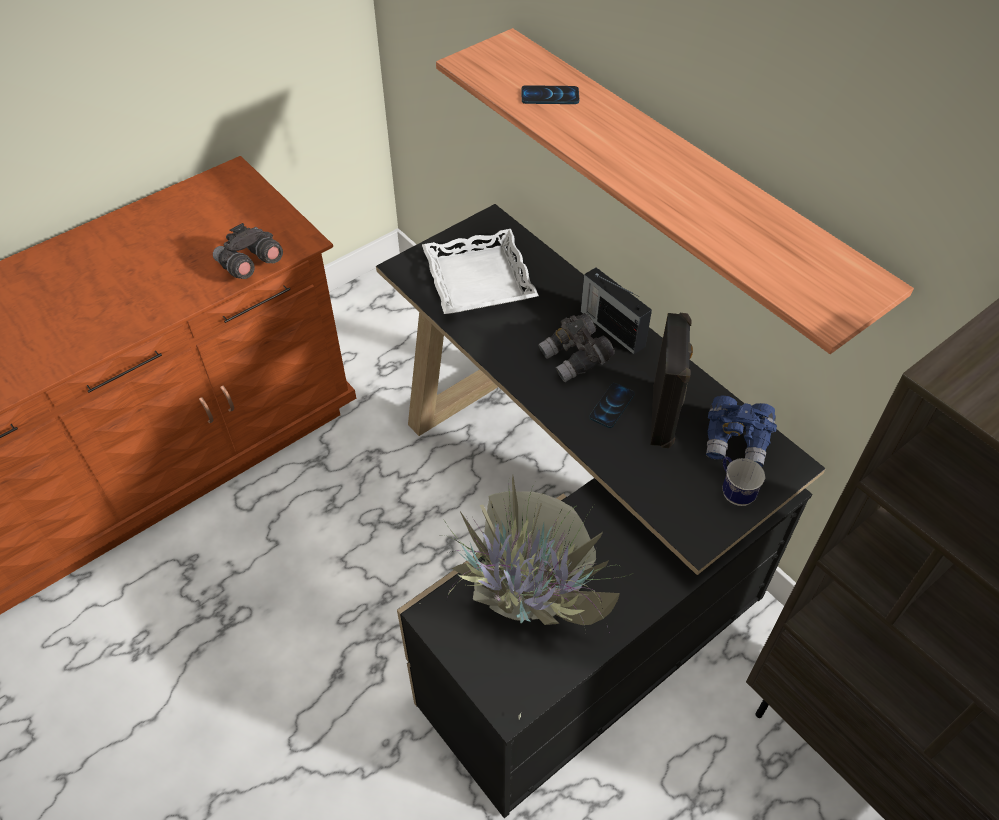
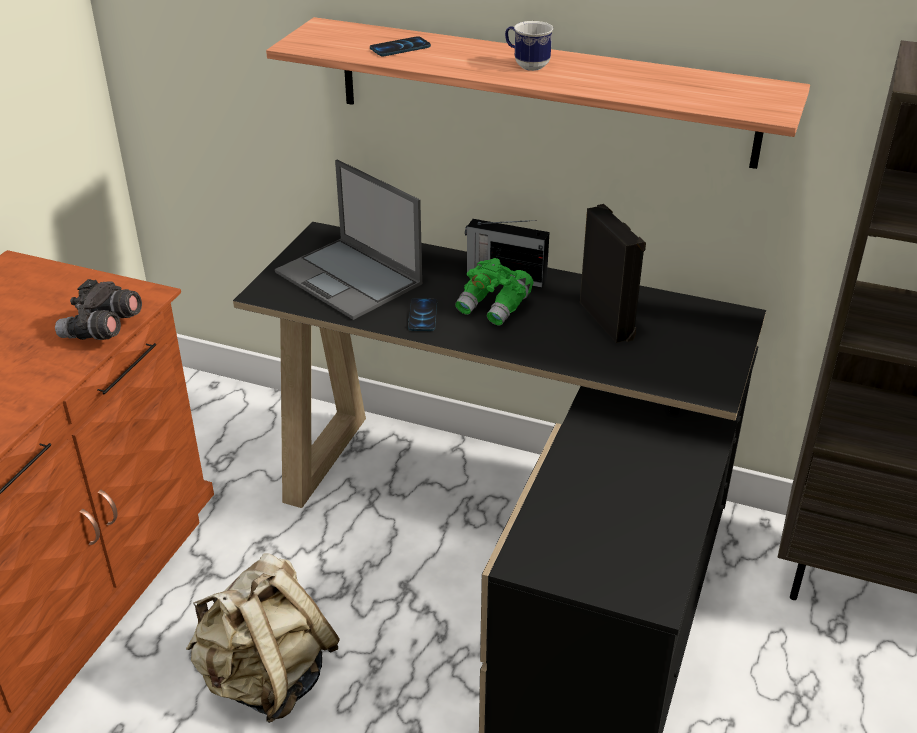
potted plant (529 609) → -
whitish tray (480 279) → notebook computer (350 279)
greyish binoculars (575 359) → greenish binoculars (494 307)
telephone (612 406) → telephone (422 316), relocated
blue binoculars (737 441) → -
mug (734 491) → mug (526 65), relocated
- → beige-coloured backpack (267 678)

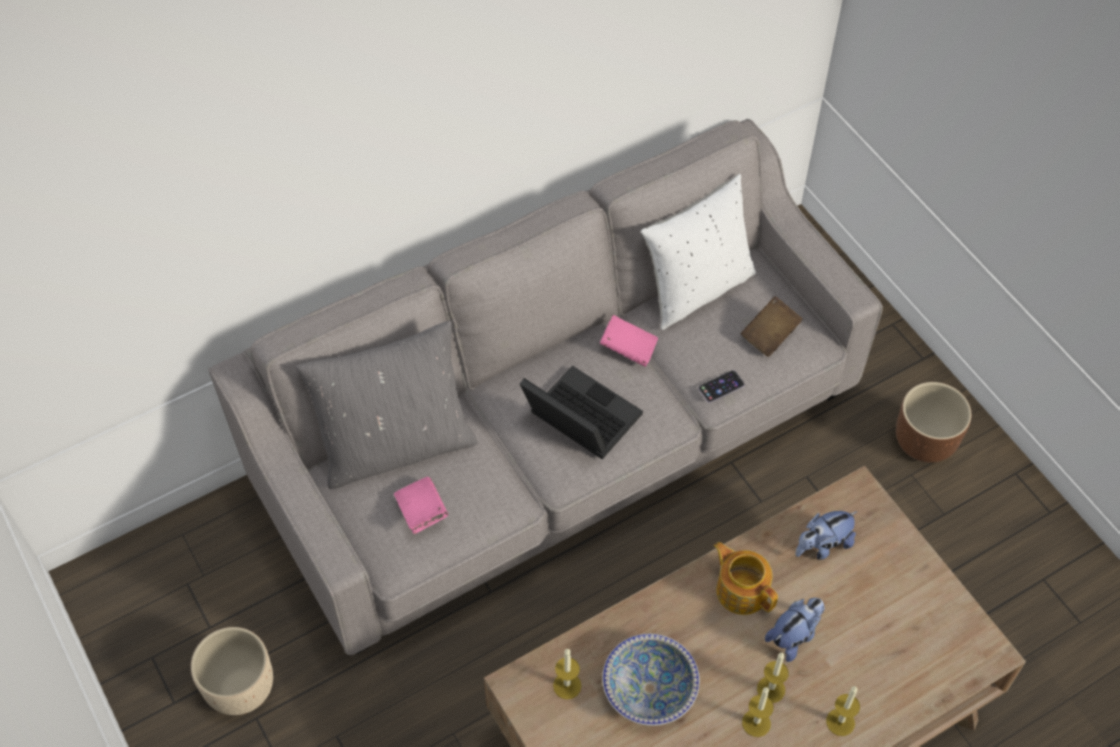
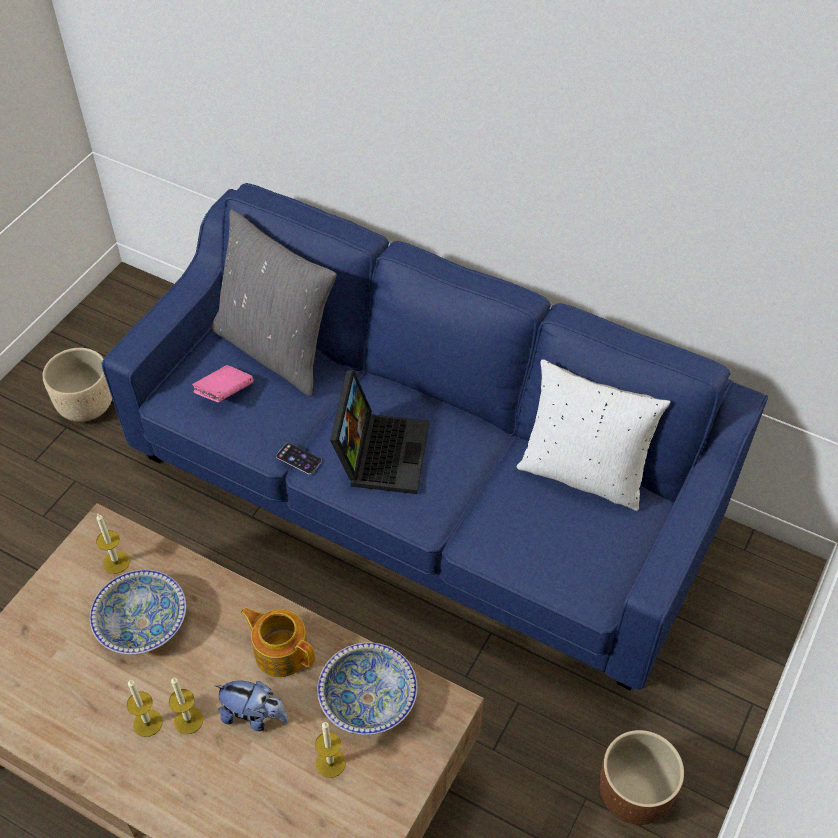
greyish couch (560 444) → blue couch (420 497)
pink volume (628 349) → -
telephone (721 386) → telephone (298 459), relocated
pot for tea (741 589) → pot for tea (281 651), 75 degrees counterclockwise
brown volume (770 335) → -
plush toy (822 545) → serving bowl (367 699)
candle (840 722) → candle (330 763), relocated

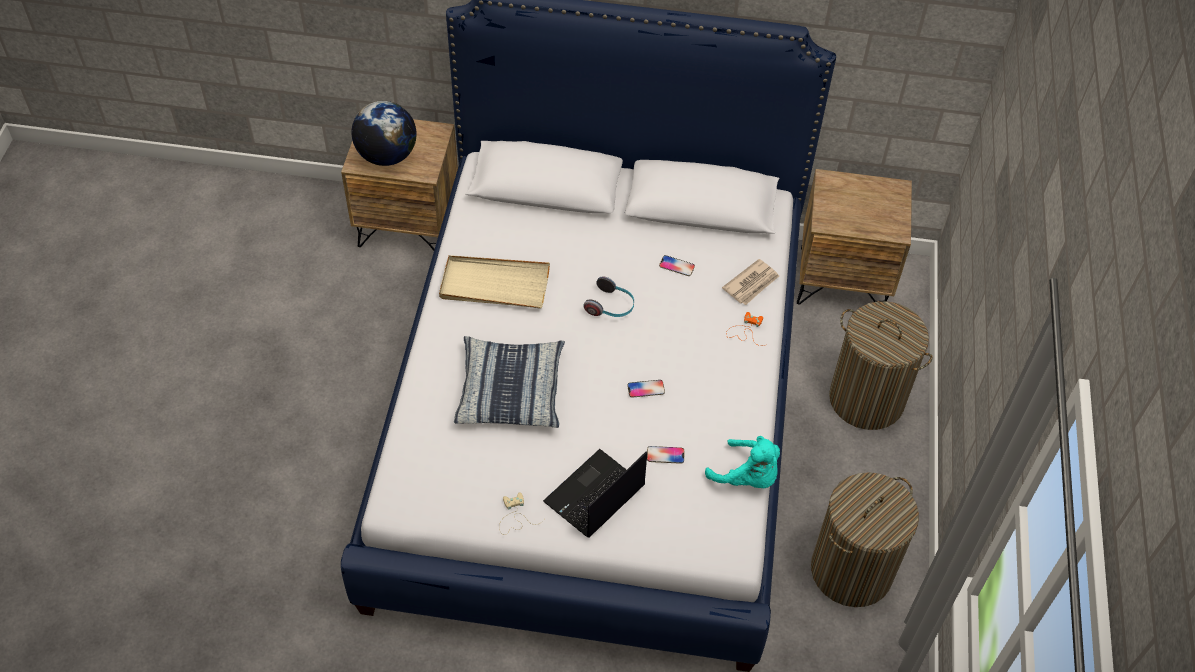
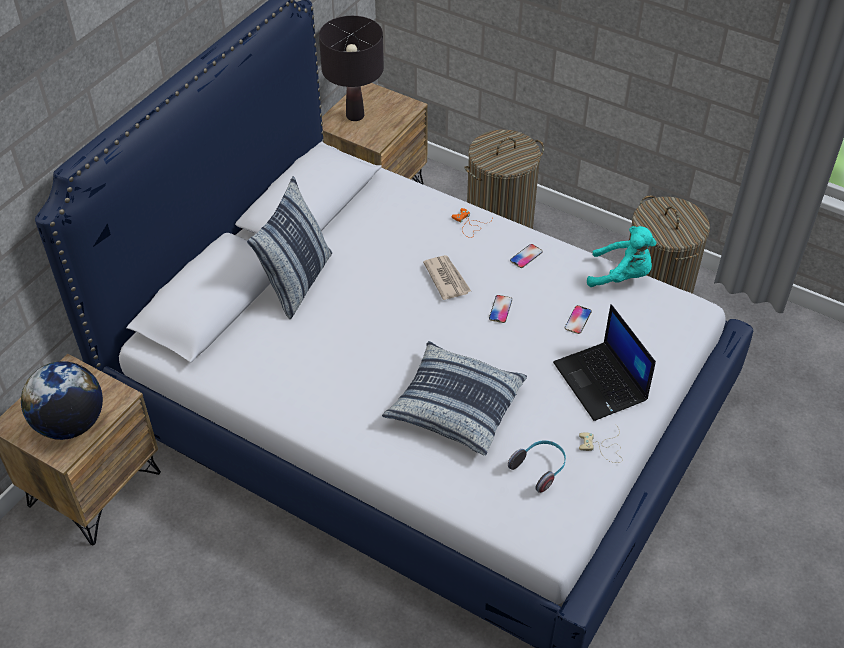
beige-coloured tray (494 285) → -
pair of headphones (611 306) → pair of headphones (540 469), relocated
telephone (676 266) → telephone (526 256), relocated
blue-green plush toy (747 477) → blue-green plush toy (622 276), 45 degrees clockwise
printed paper (751 284) → printed paper (447 278), relocated
- → pillow (297 282)
- → blackish tabletop lamp (355 116)

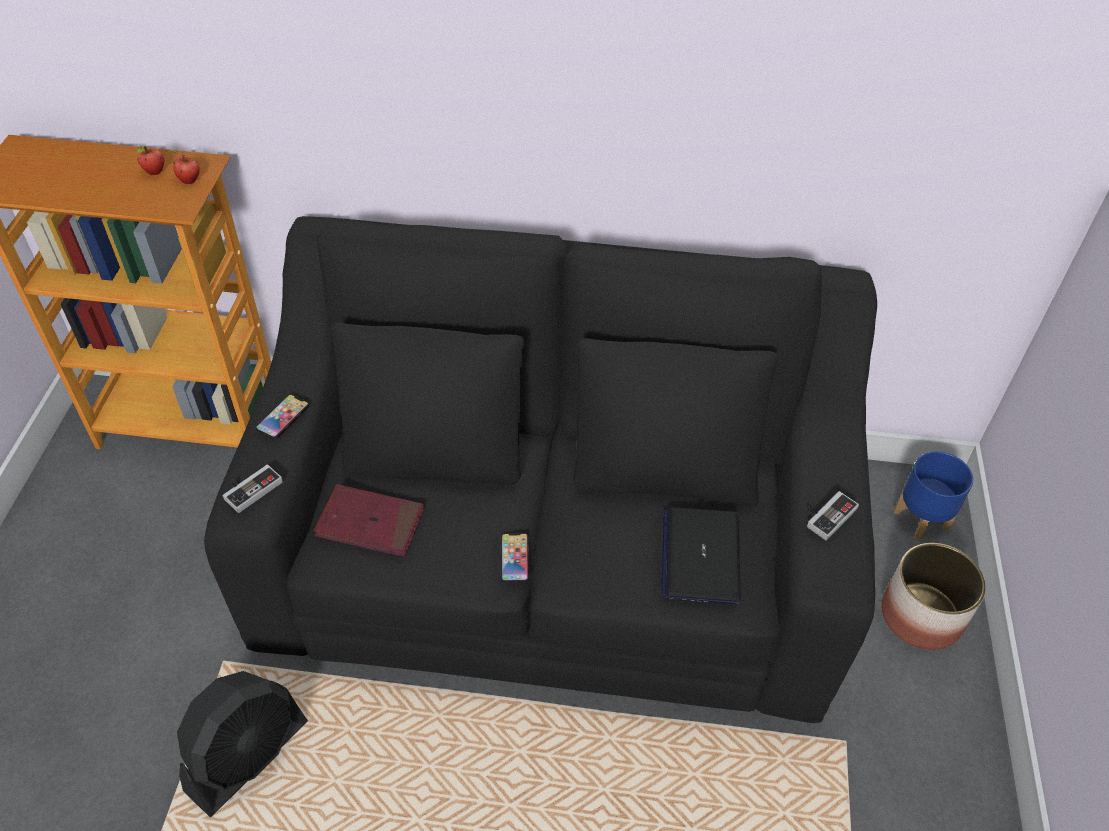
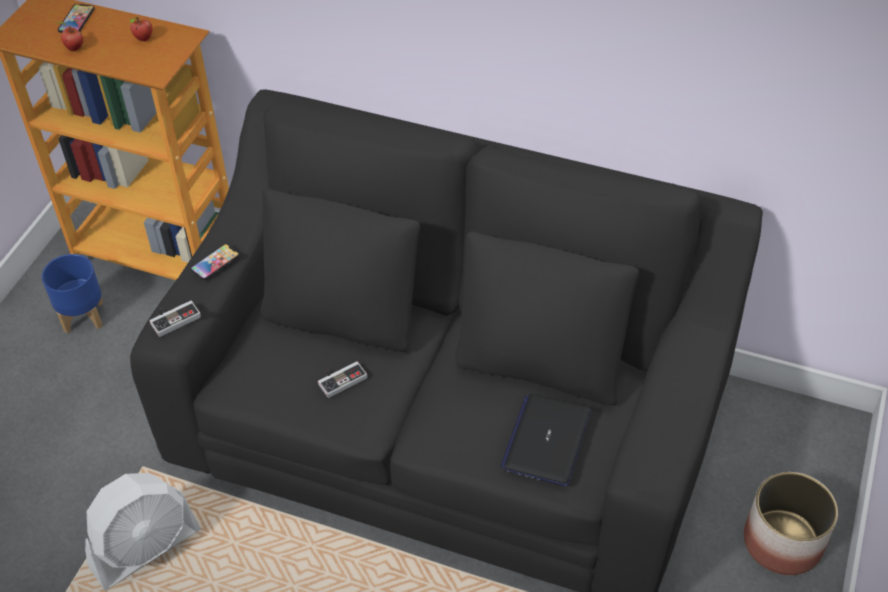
apple (188 181) → apple (73 48), relocated
blackish fan (248 756) → whitish fan (146 548)
reddish volume (370 523) → -
telephone (514 558) → telephone (76 20), relocated
joypad (827 514) → joypad (340 378), relocated
blue flower pot (921 520) → blue flower pot (83 317), relocated

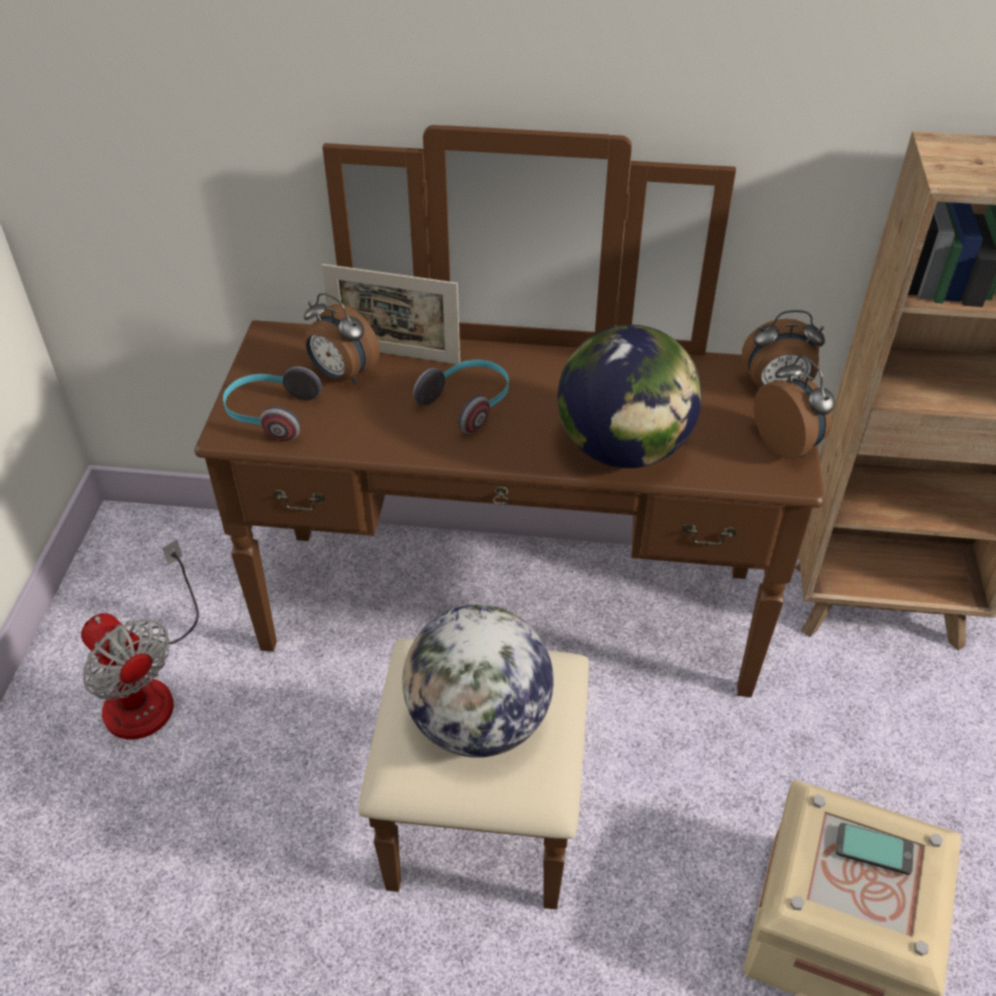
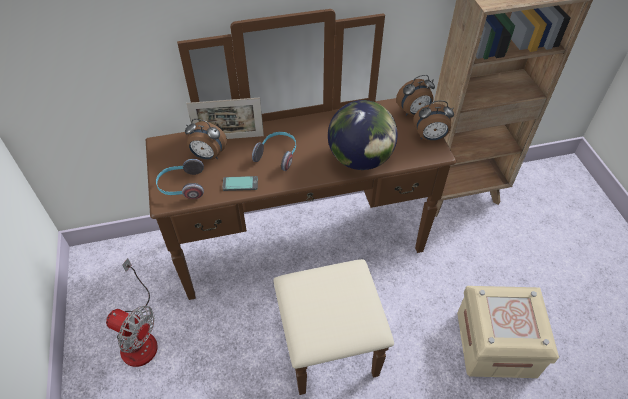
globe (479 722) → -
table clock (788 444) → table clock (430 138), 135 degrees clockwise
telephone (874 849) → telephone (240 184), relocated

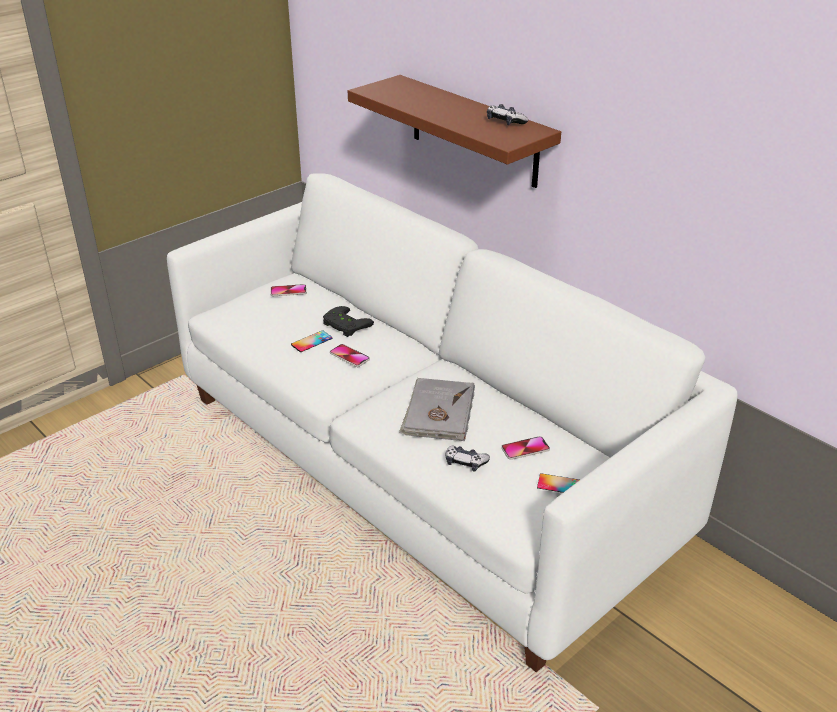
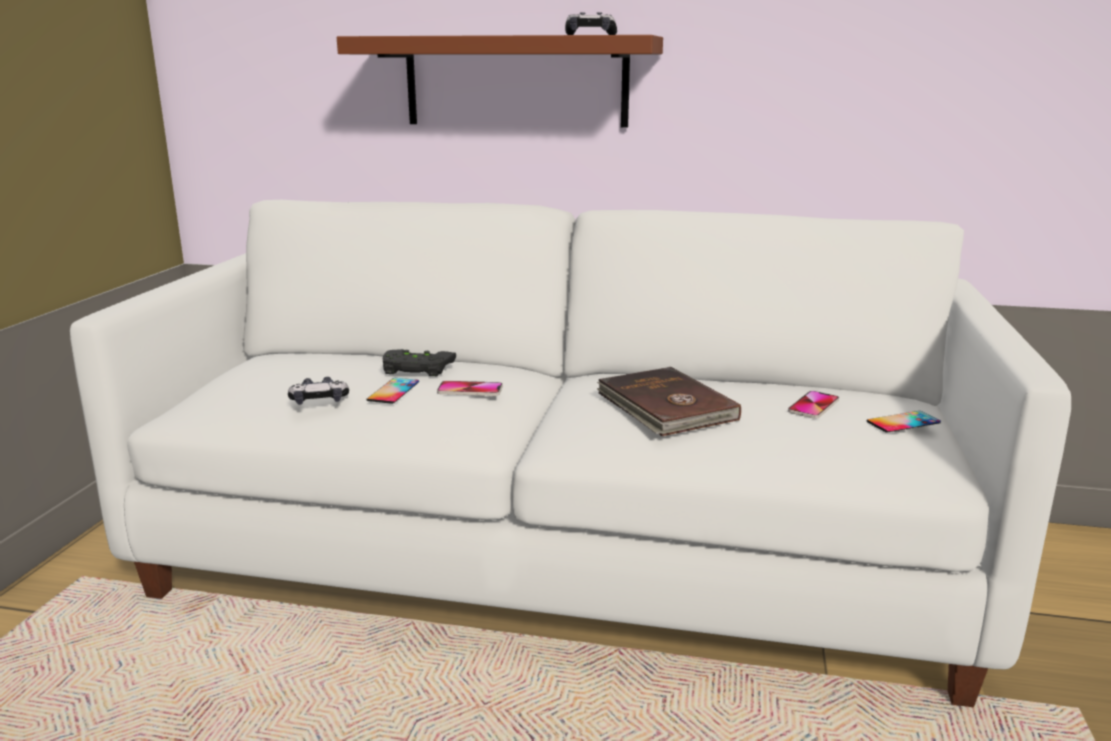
telephone (288 291) → -
greyish volume (438 413) → brown volume (665 407)
joypad (465 462) → joypad (319 401), relocated

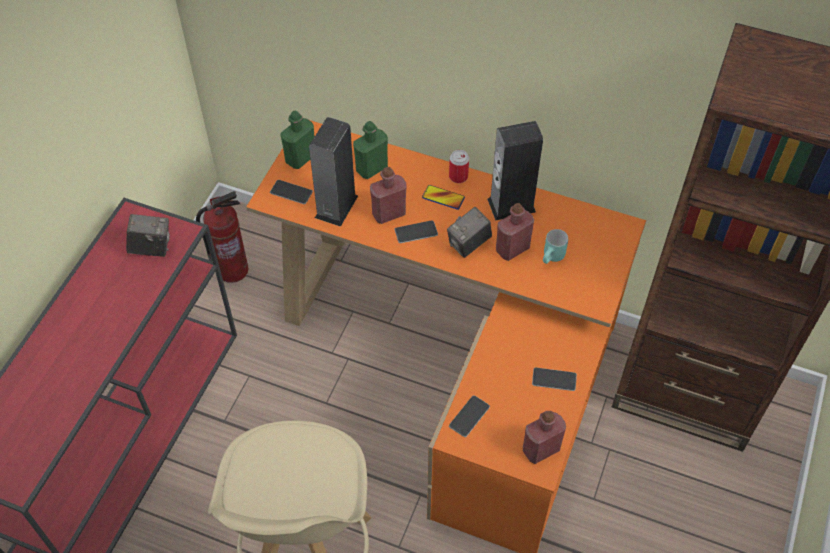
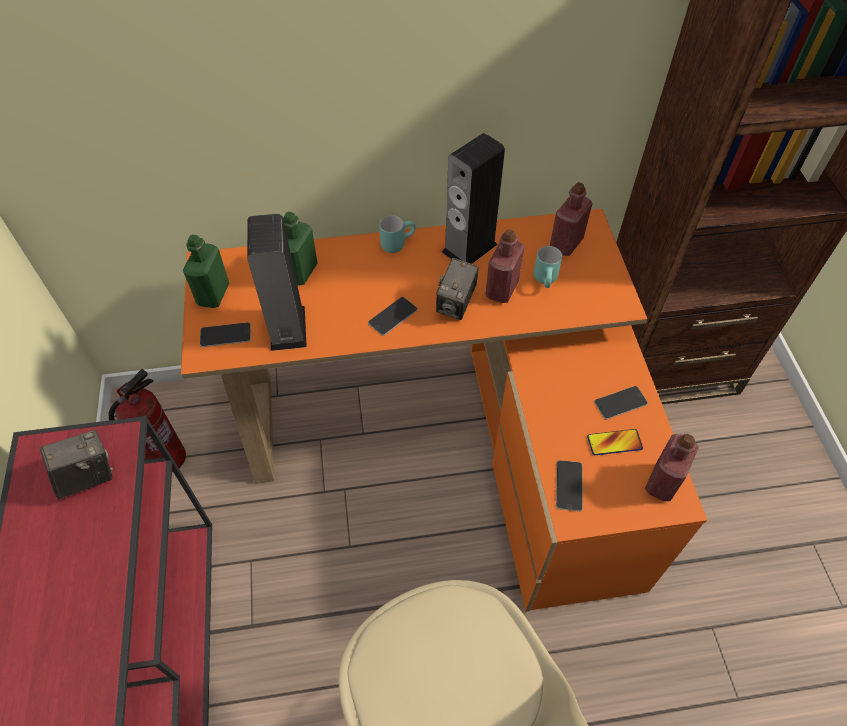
reddish beverage bottle (389 213) → reddish beverage bottle (566 243), relocated
telephone (443 198) → telephone (614 442), relocated
sealed can (458 176) → blue-green mug (397 242)

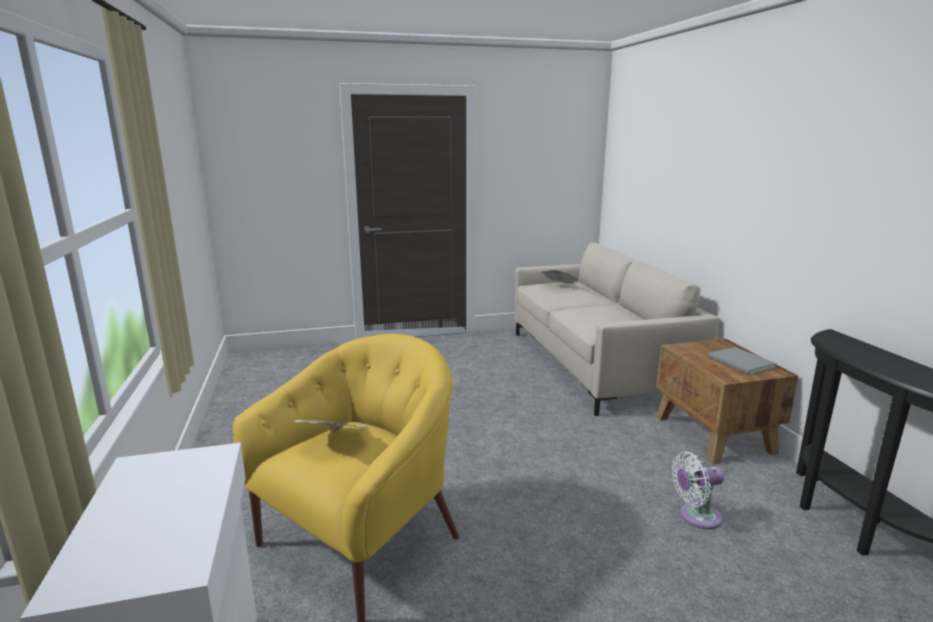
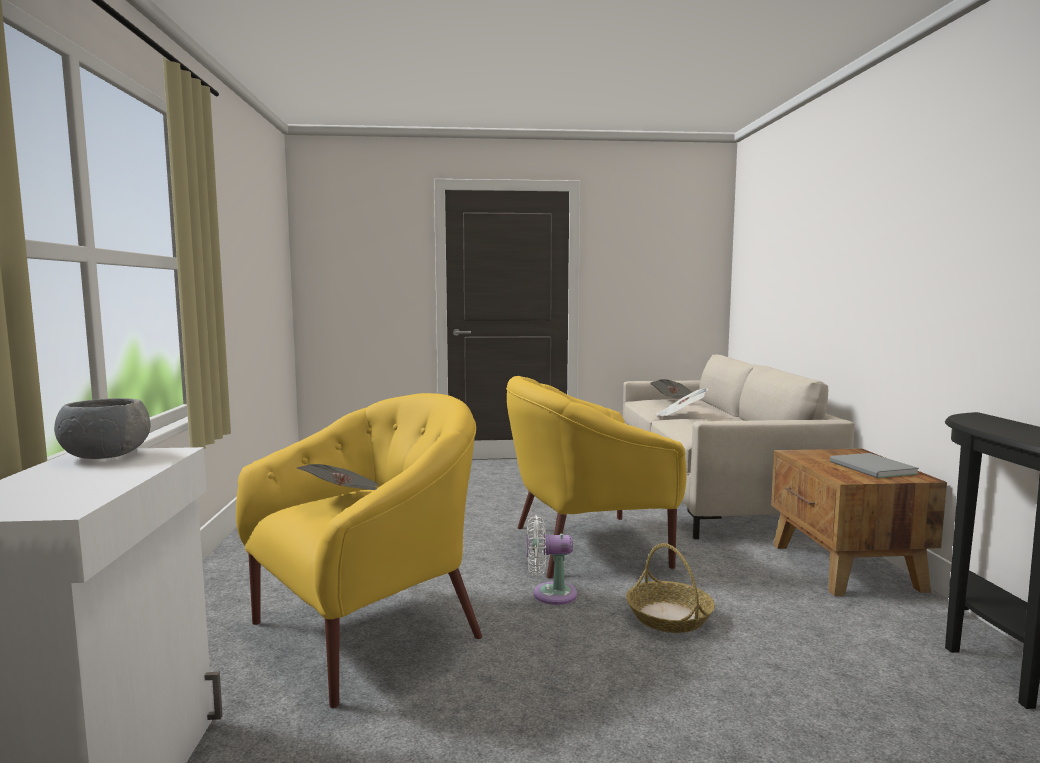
whitish fan (696 517) → whitish fan (549 594), relocated
- → greyish serving bowl (106 456)
- → yellowish lounge chair (587 545)
- → storage basket (669 617)
- → printed paper (680 416)

